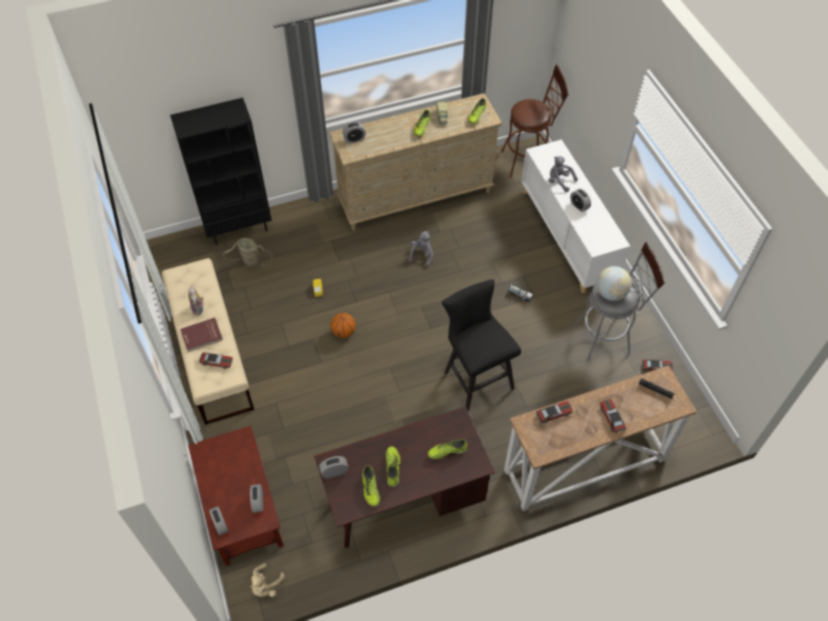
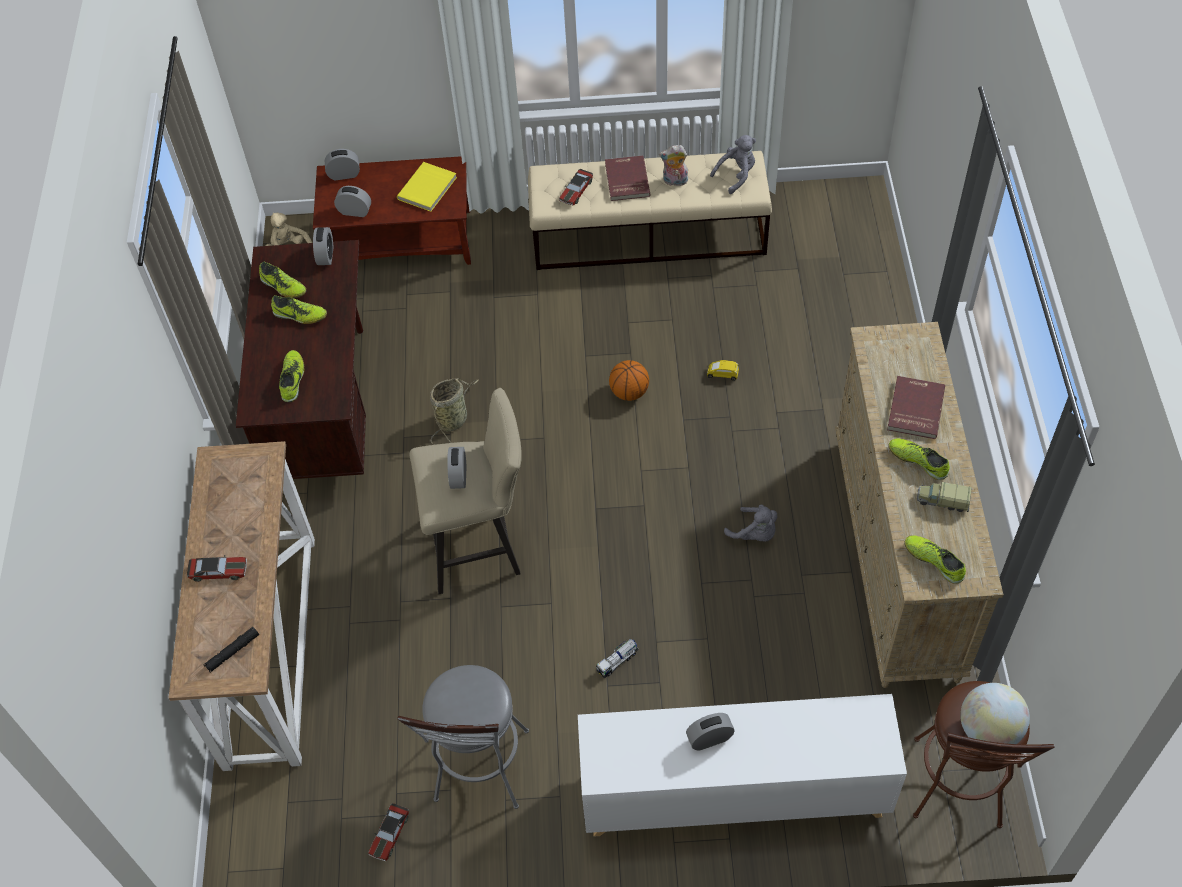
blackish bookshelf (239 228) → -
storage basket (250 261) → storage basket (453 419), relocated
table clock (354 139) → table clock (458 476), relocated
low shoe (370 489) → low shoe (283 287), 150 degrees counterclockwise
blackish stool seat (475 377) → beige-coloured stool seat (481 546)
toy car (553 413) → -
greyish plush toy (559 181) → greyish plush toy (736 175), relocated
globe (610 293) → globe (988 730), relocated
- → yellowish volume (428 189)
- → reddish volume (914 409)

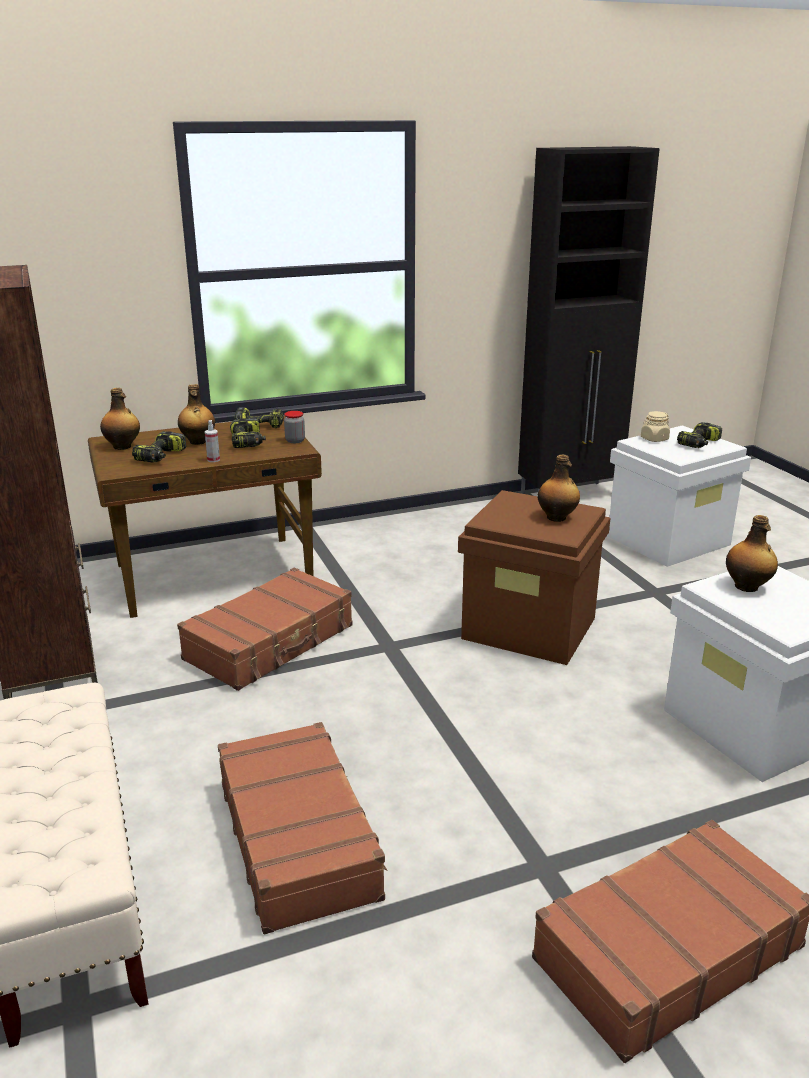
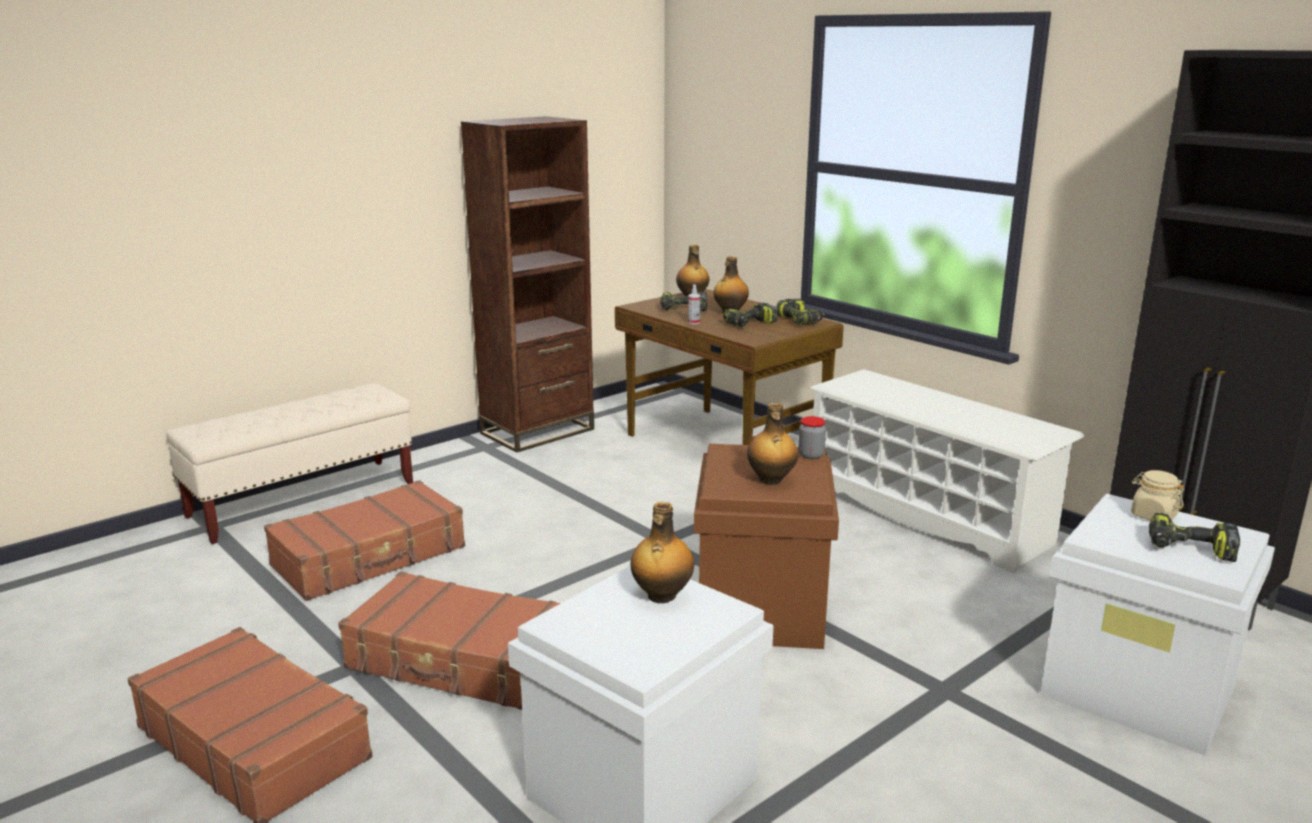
brown travel case (271 643) → brown travel case (460 661), relocated
preserve jar (295 441) → preserve jar (811 455), relocated
- → whitish shoe stand (928 515)

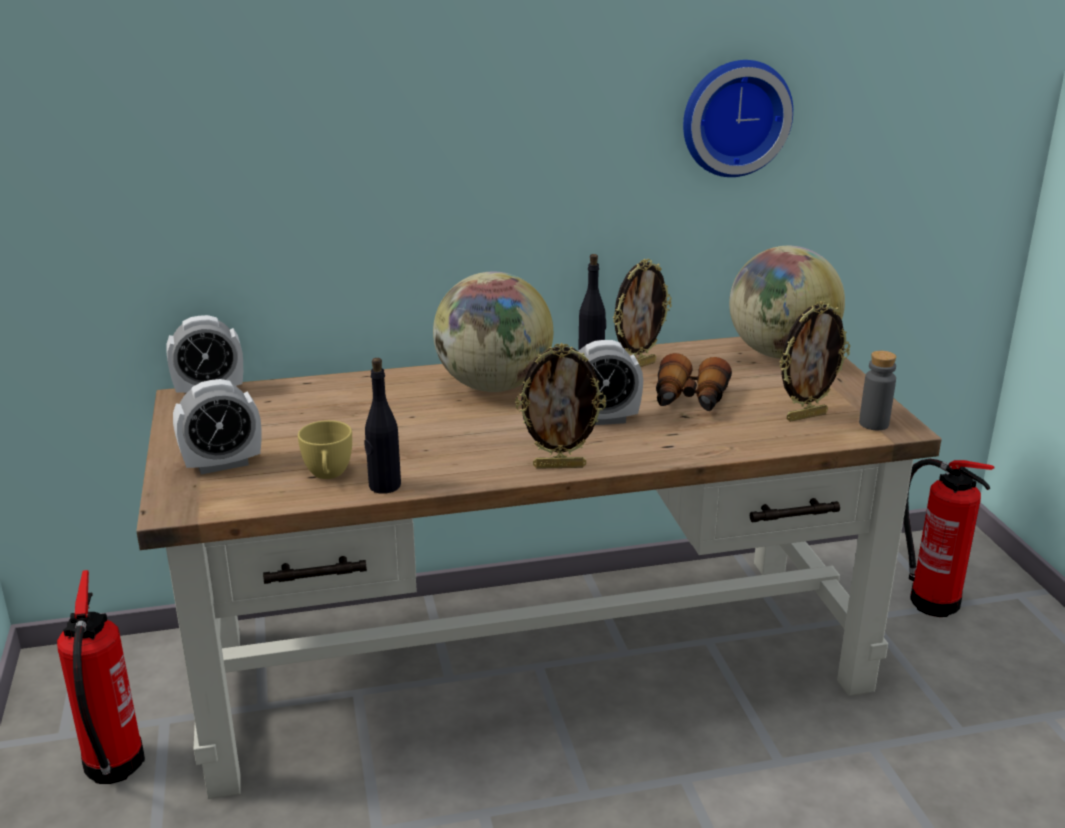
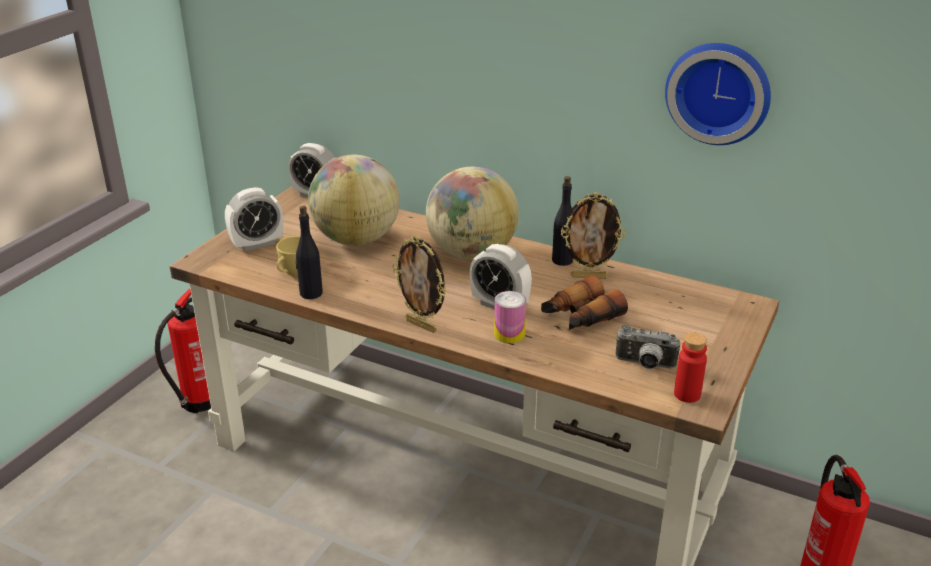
table clock (222 464) → table clock (257 244), 45 degrees counterclockwise
globe (780 354) → globe (356 239), relocated
photo frame (806 416) → still camera (644 365)
greyish beverage bottle (873 424) → reddish beverage bottle (687 394)
- → sealed can (509 334)

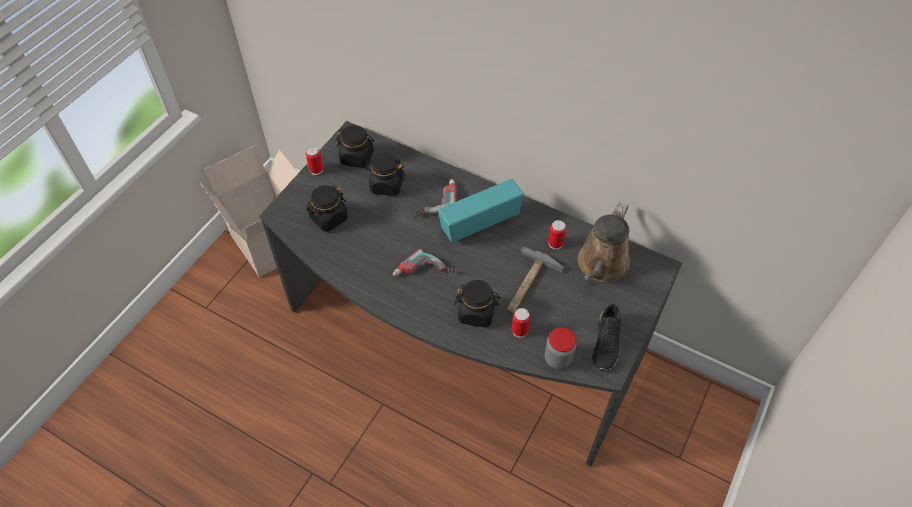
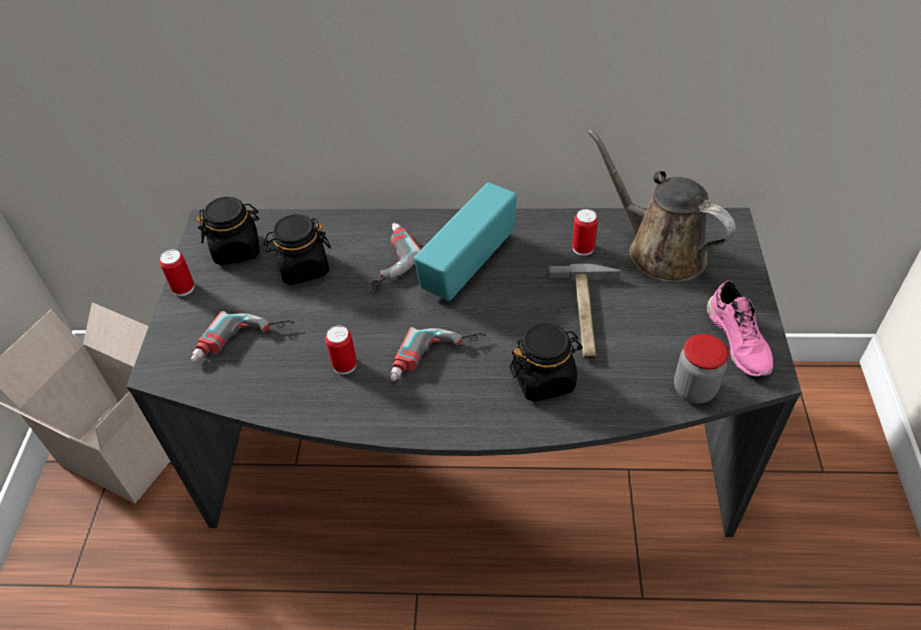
blackish preserve jar (329 218) → electric drill (243 345)
sealed can (519 330) → sealed can (344 365), relocated
brown watering can (601 266) → brown watering can (659 250), 135 degrees clockwise
blackish low shoe (607 343) → pink low shoe (739 340)

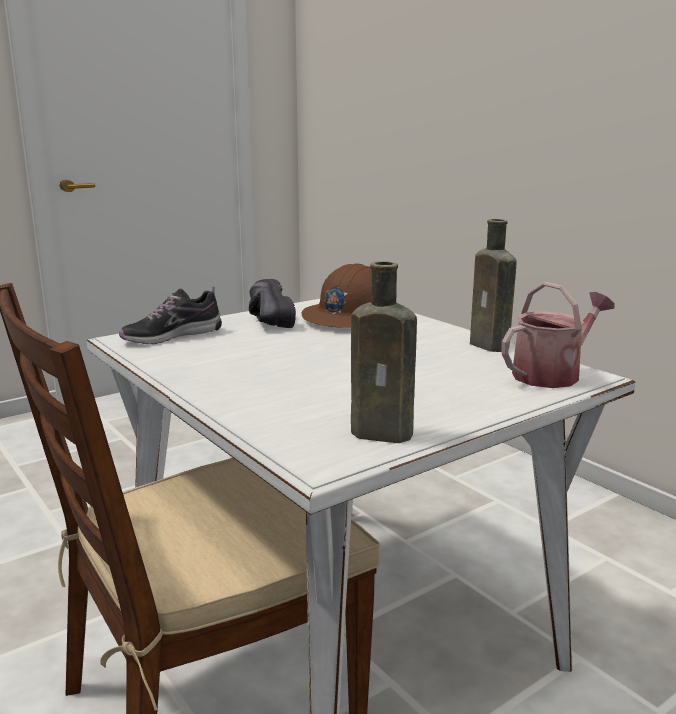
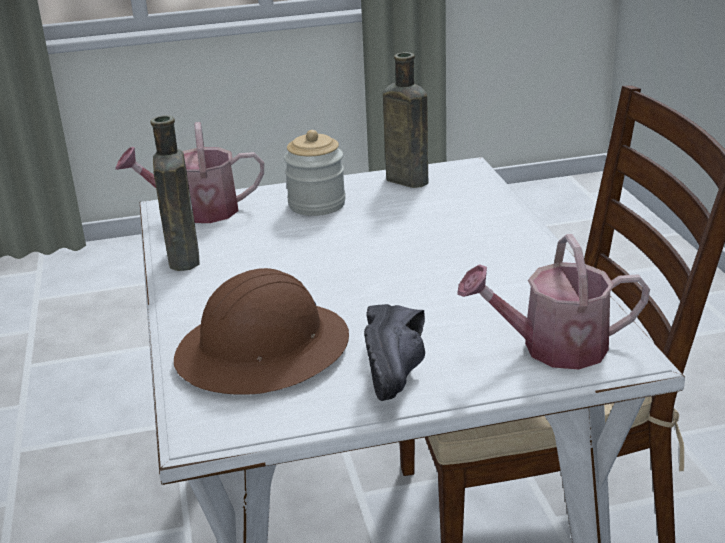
low shoe (172 336) → watering can (552 348)
- → preserve jar (317 204)

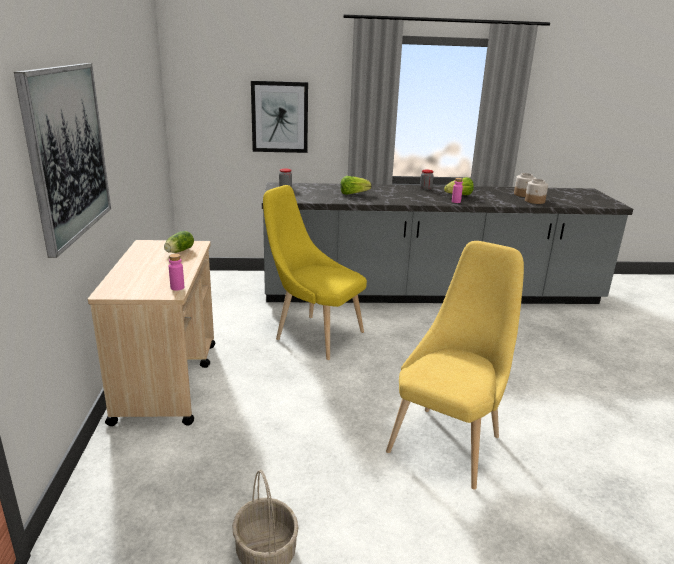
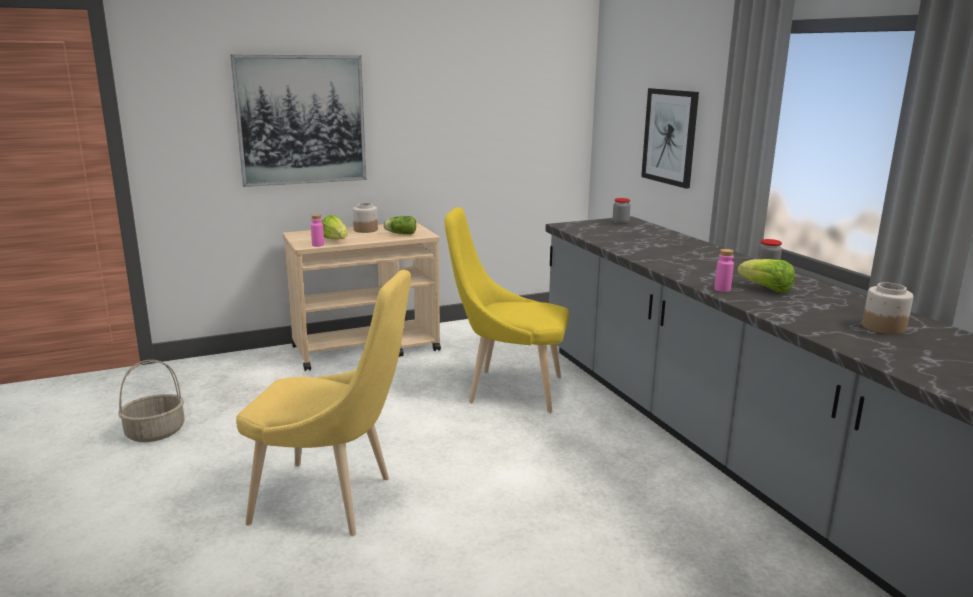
yellowish upright chair (314 335) → yellowish upright chair (508 390), 90 degrees counterclockwise
head of lettuce (353 194) → head of lettuce (335 240), relocated
preserve jar (535 201) → preserve jar (365 230), relocated

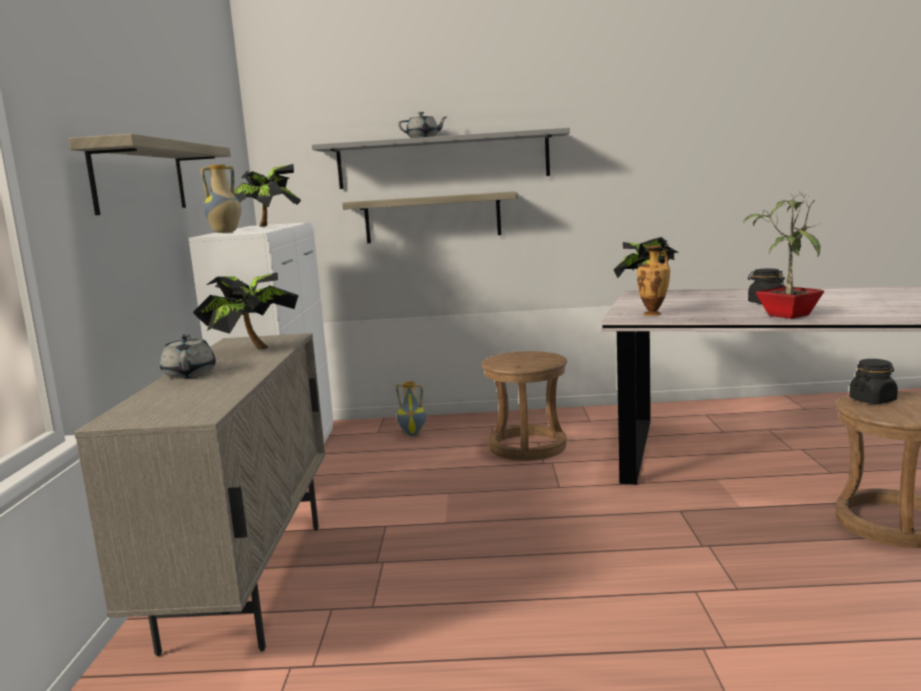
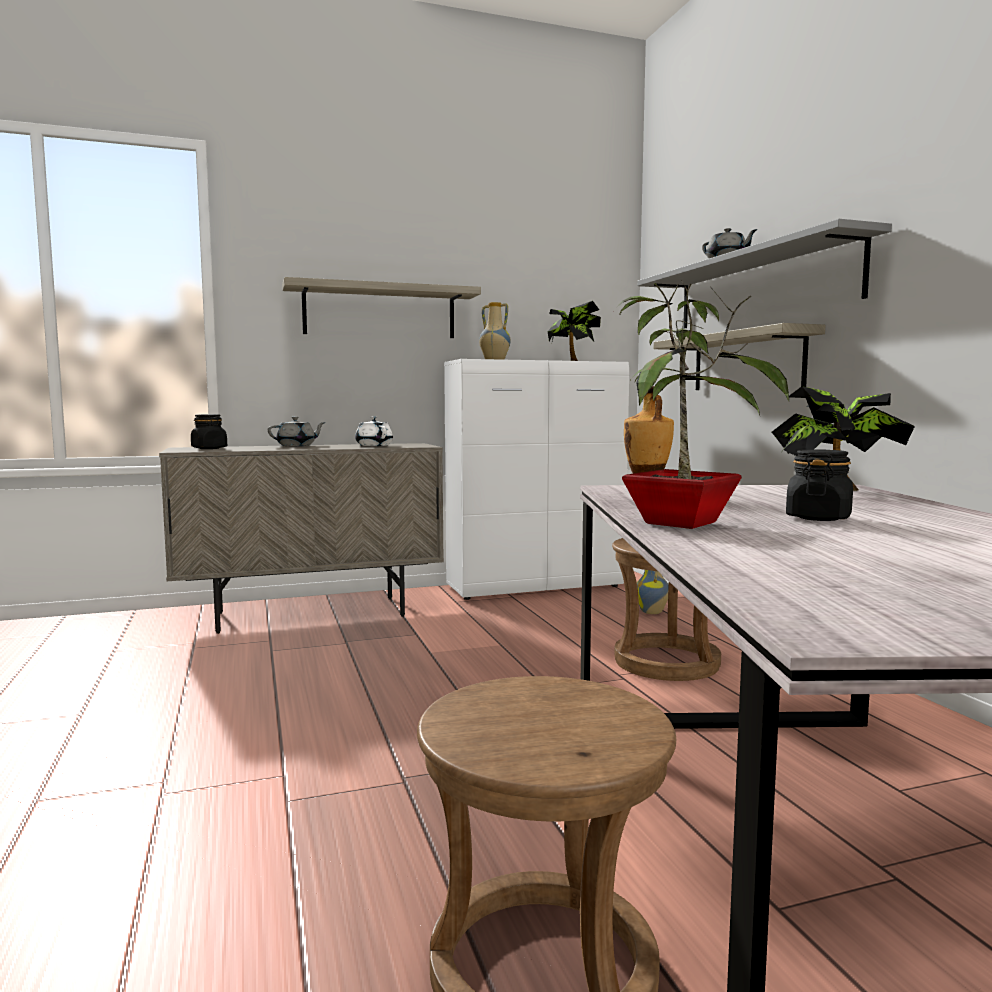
potted plant (250 350) → whitish pot for tea (374 445)
blackish preserve jar (872 400) → blackish preserve jar (209 448), relocated

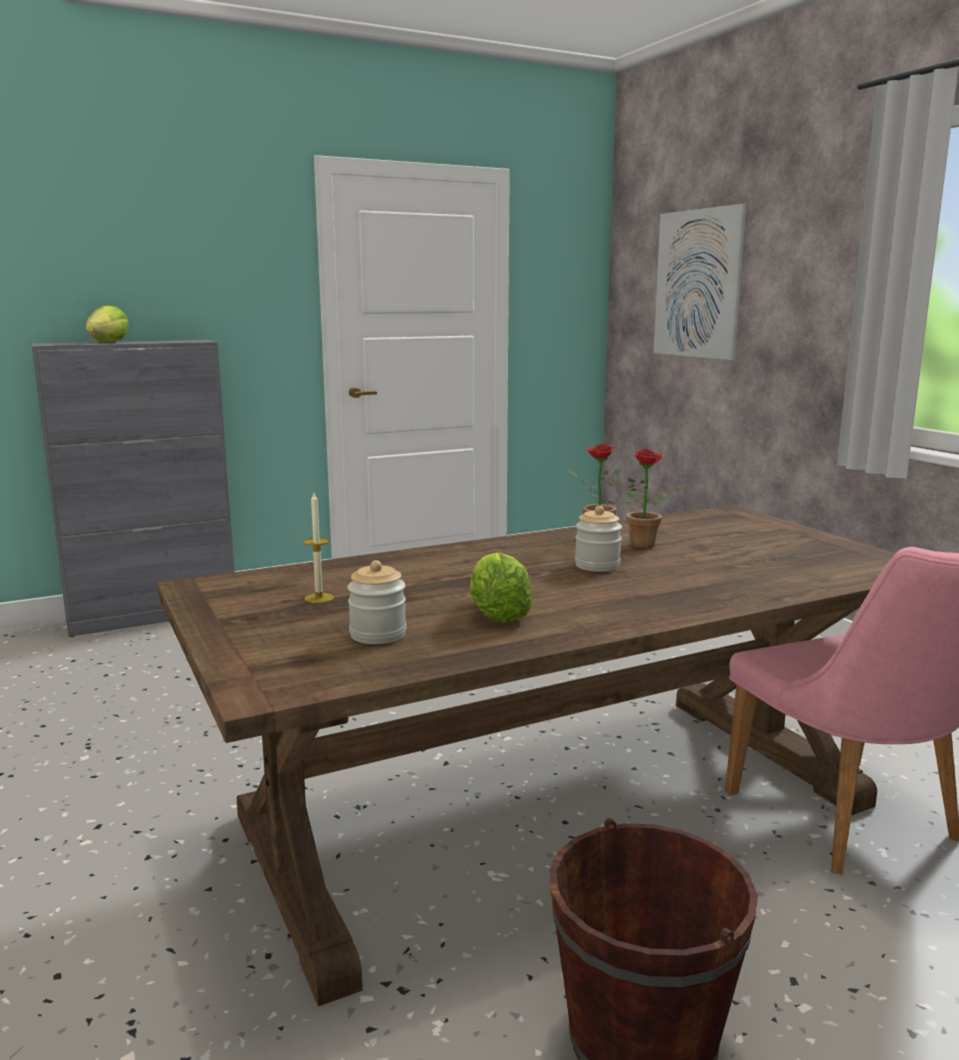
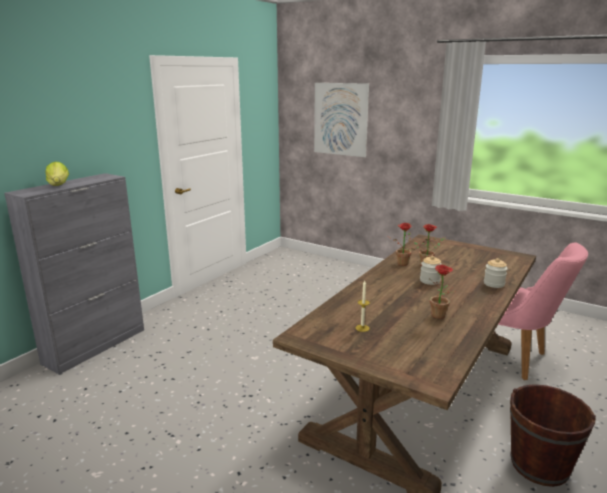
preserve jar (378 634) → preserve jar (494 284), relocated
head of lettuce (497 613) → potted plant (440 316)

